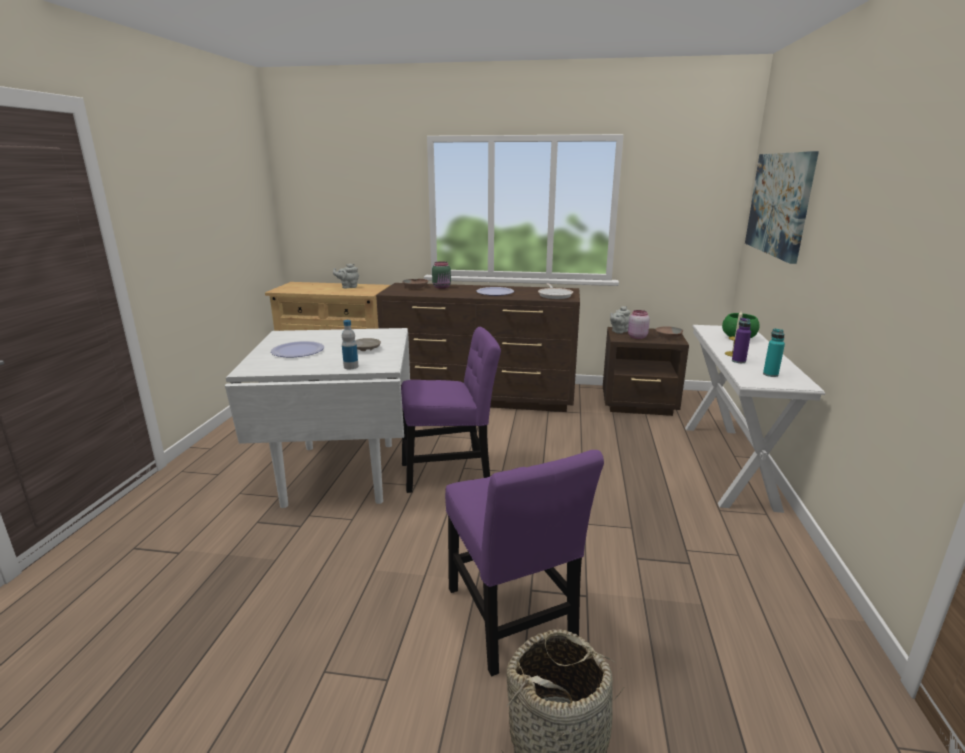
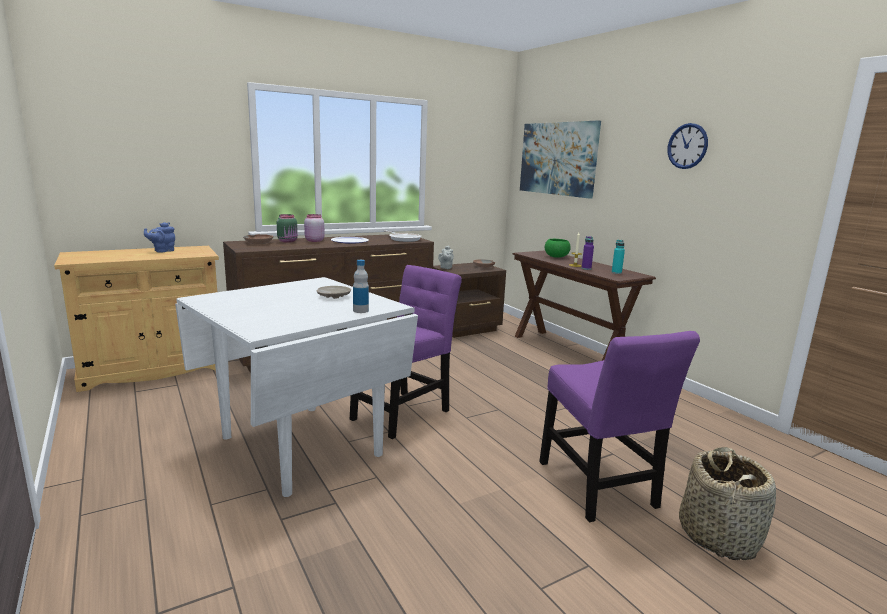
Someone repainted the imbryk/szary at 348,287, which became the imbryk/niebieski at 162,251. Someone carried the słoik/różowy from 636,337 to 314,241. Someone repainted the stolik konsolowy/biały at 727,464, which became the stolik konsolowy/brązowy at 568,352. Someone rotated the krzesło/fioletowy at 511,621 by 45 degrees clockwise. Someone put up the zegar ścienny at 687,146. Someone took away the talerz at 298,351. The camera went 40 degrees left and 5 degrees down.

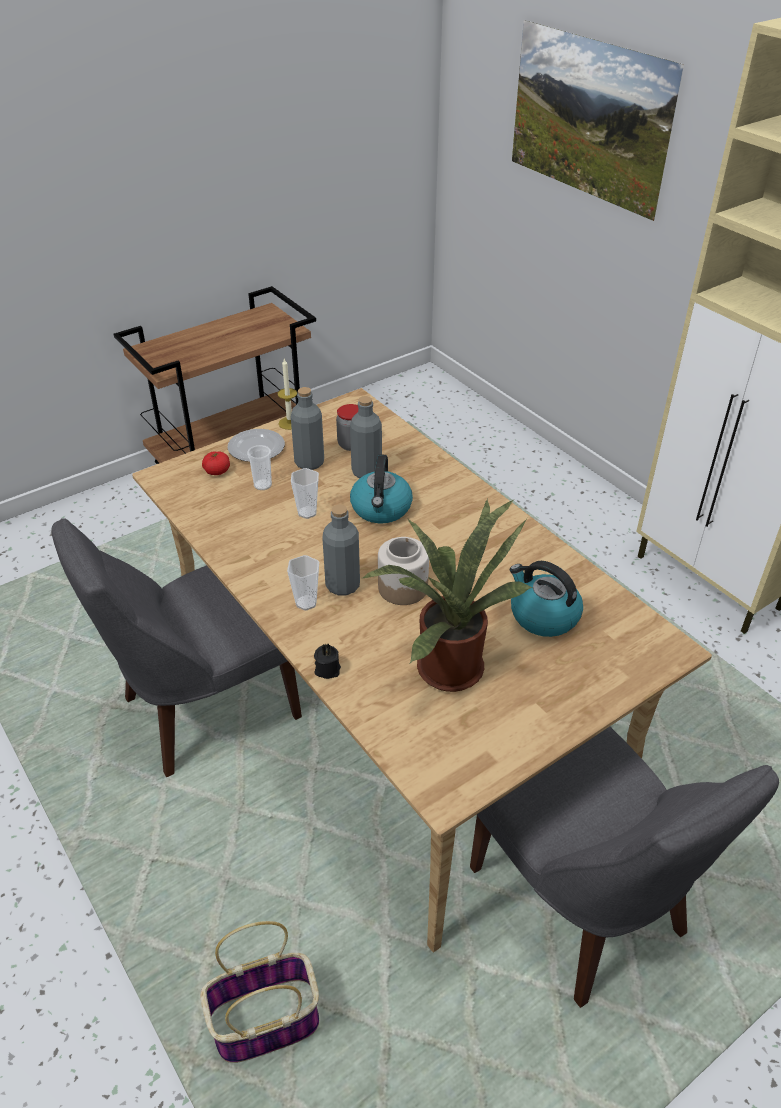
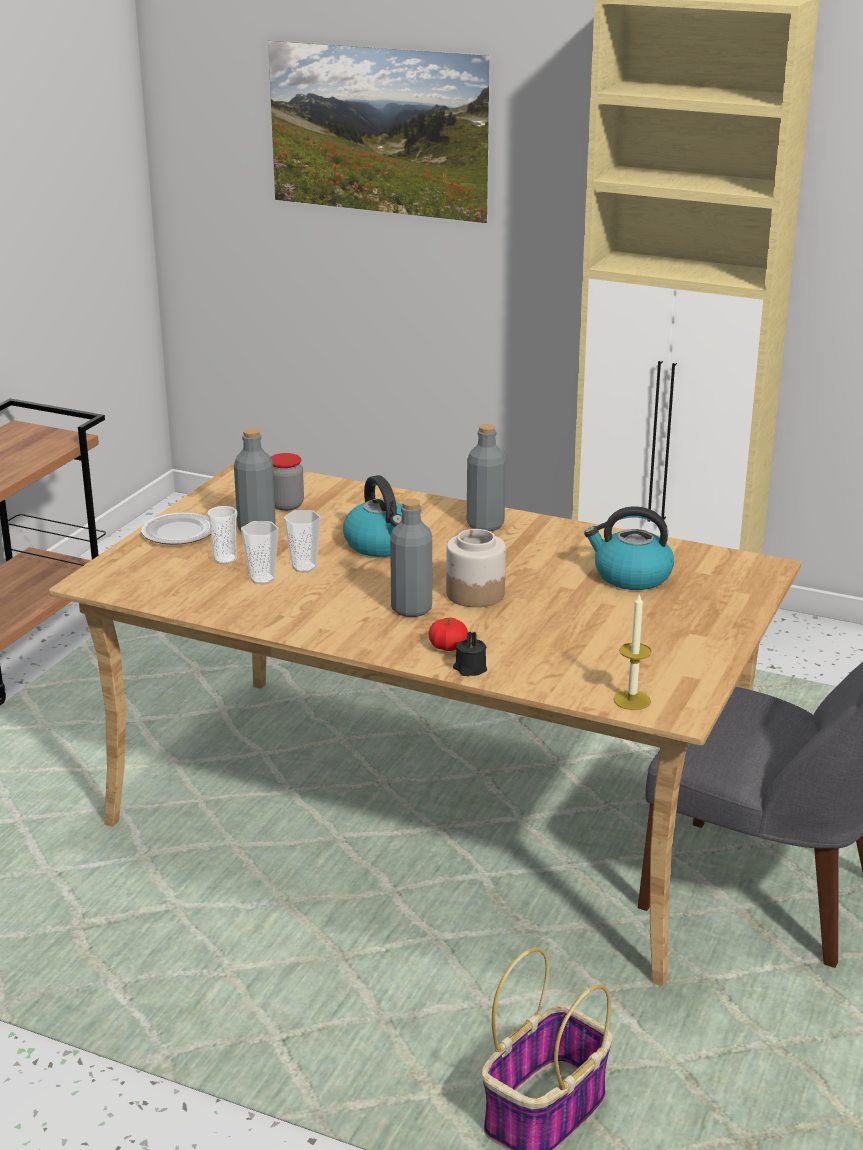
Someone carried the filiżanka from 306,603 to 262,579. Someone carried the pomidor from 217,471 to 448,647. Someone carried the butelka/szary from 366,472 to 485,525. Someone carried the świeca from 289,423 to 632,700. Someone took away the krzesło/szary at 203,710. Someone took away the roślina doniczkowa at 446,664. The camera went 30 degrees left and 15 degrees down.

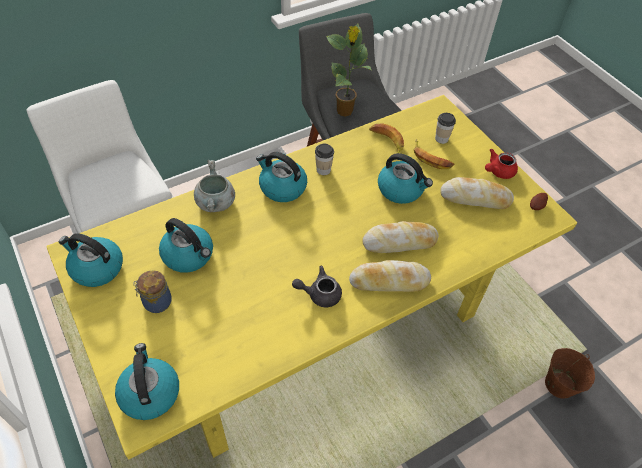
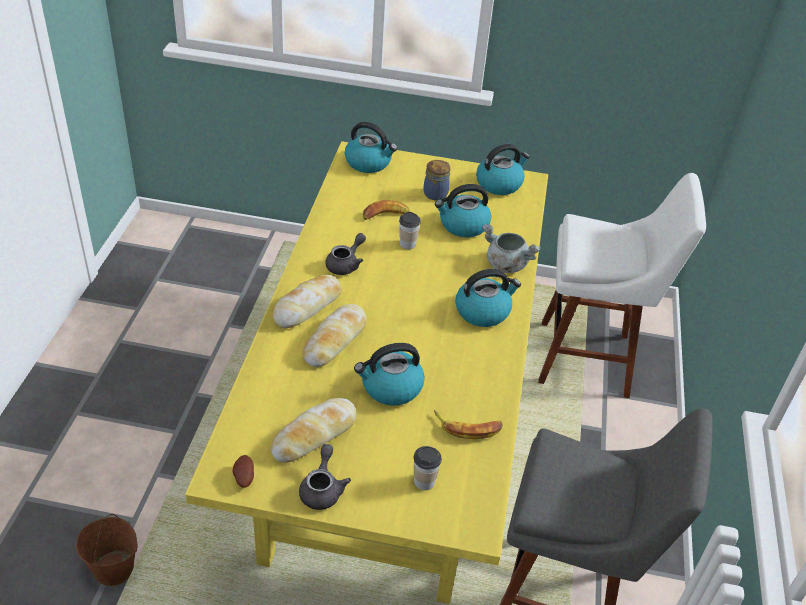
Someone repainted the imbryk/czerwony at 498,171, which became the imbryk/szary at 322,489. Someone carried the banan from 431,158 to 388,217. Someone carried the filiżanka from 323,170 to 407,244. Someone took away the roślina doniczkowa at 345,112. The camera went 130 degrees right and 10 degrees down.

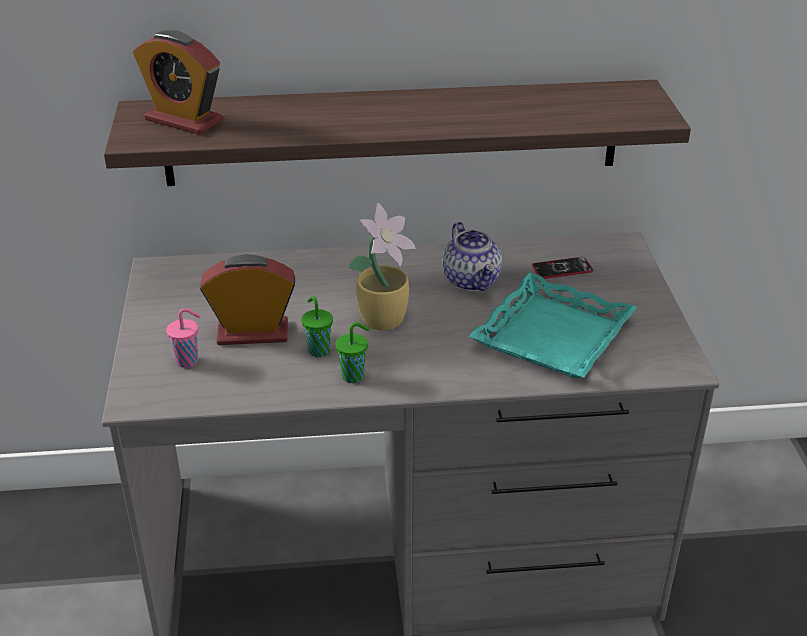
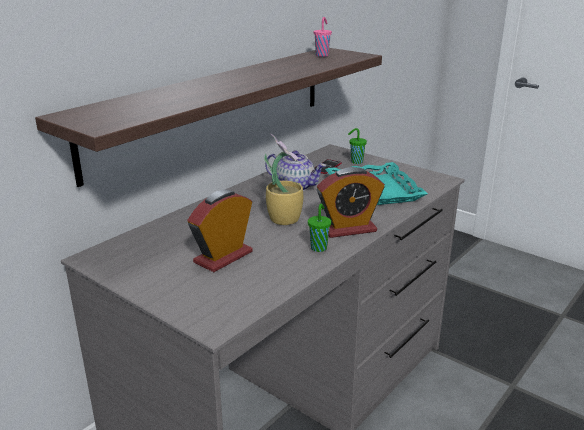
Someone carried the filiżanka/różowy from 188,361 to 322,55. Someone carried the budzik from 184,120 to 348,229. Someone carried the filiżanka/zielony from 318,350 to 356,162. The camera went 45 degrees left and 10 degrees down.

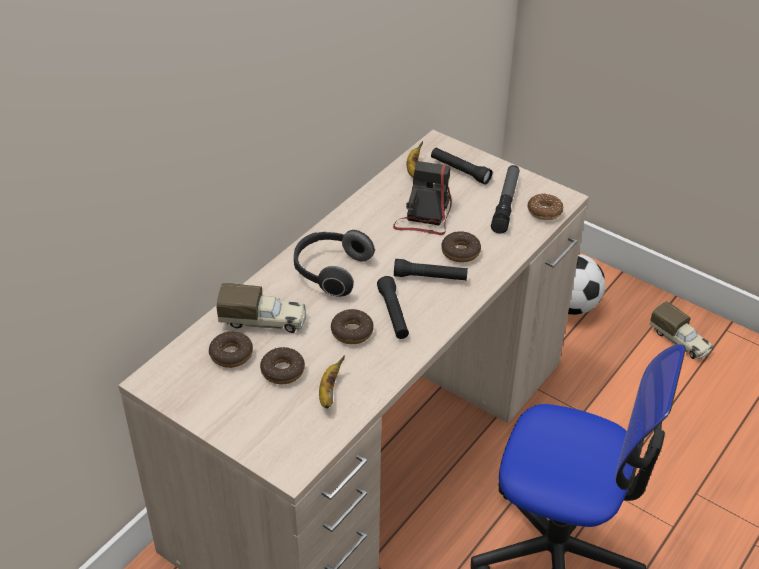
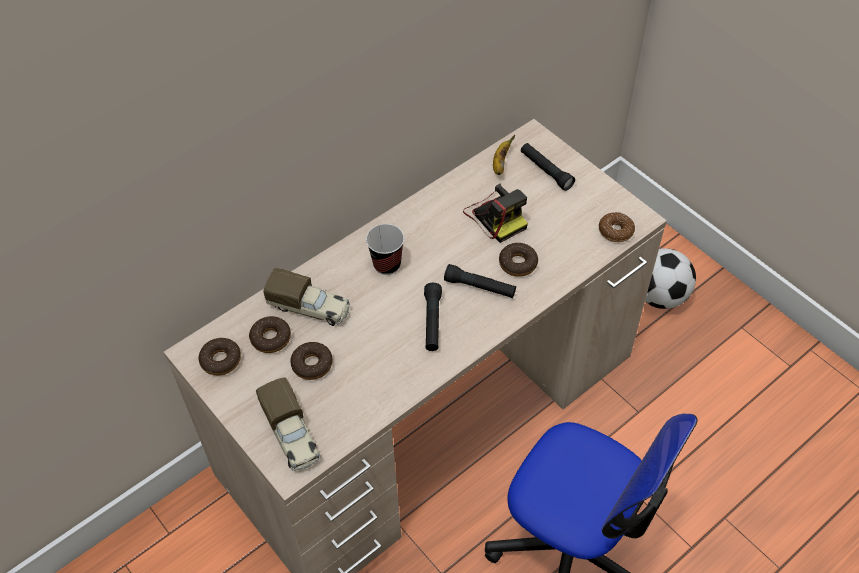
Someone carried the donut from 352,331 to 221,360. Someone carried the ciężarówka zabawkowa from 680,341 to 291,435. Someone swapped the słuchawki at 330,271 for the filiżanka at 387,264. Someone rotated the aparat fotograficzny at 425,215 by 120 degrees clockwise. Someone took away the banan at 329,392. Someone took away the latarka at 506,203. The camera went 15 degrees right and 10 degrees up.

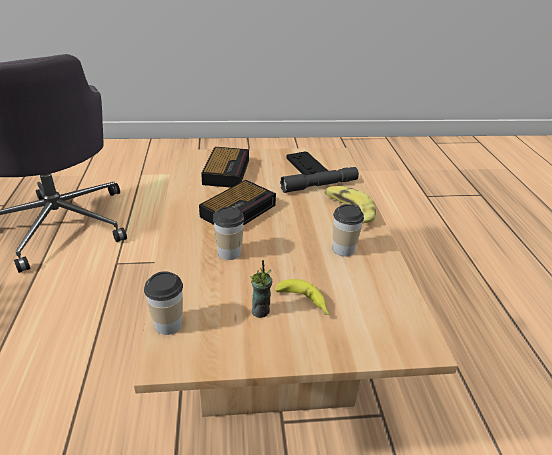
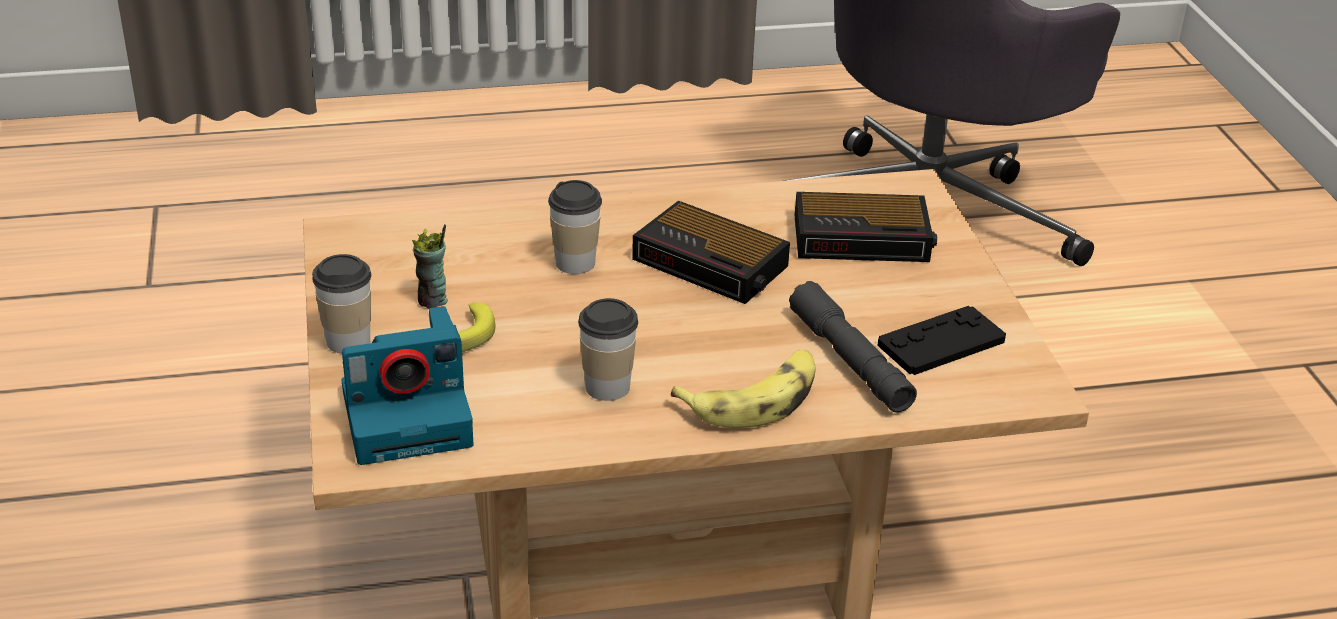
Someone carried the filiżanka from 168,324 to 348,341. Someone put down the aparat fotograficzny at 410,416. The camera went 85 degrees right and 0 degrees up.

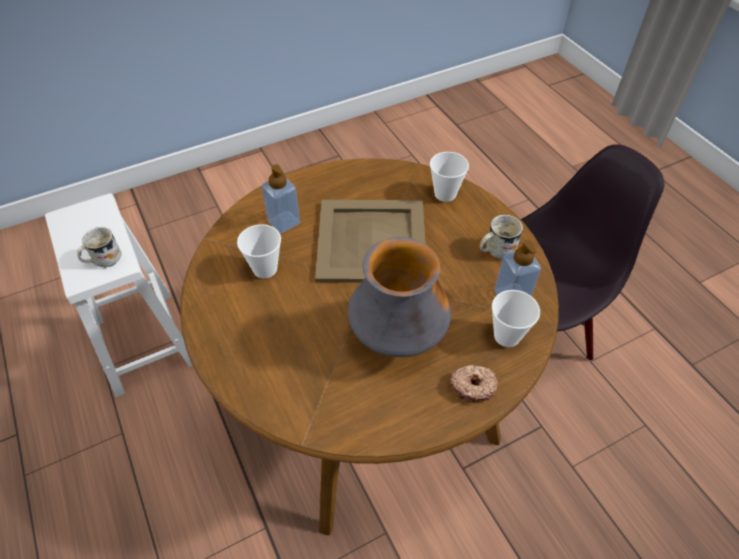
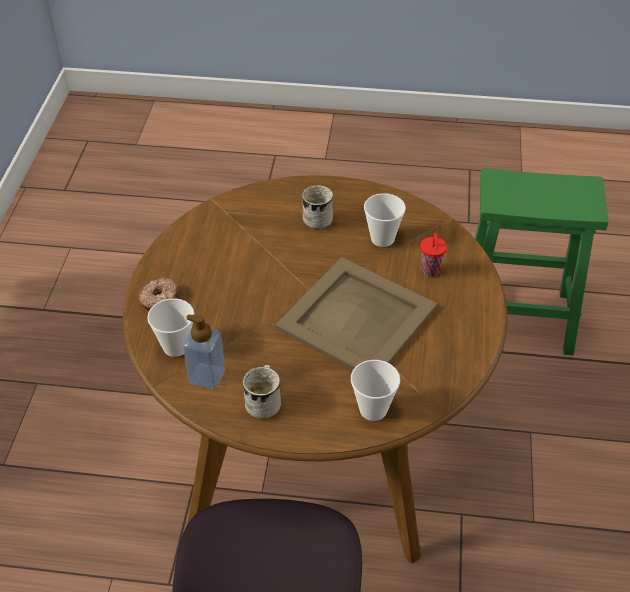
Someone carried the kubek/biały from 103,260 to 318,216. Someone swapped the dozownik mydła at 284,222 for the filiżanka/czerwony at 430,271. Someone repainted the stołek/biały at 145,342, which became the stołek/zielony at 513,318. Someone took away the wazon at 397,338. The camera went 125 degrees right and 5 degrees down.

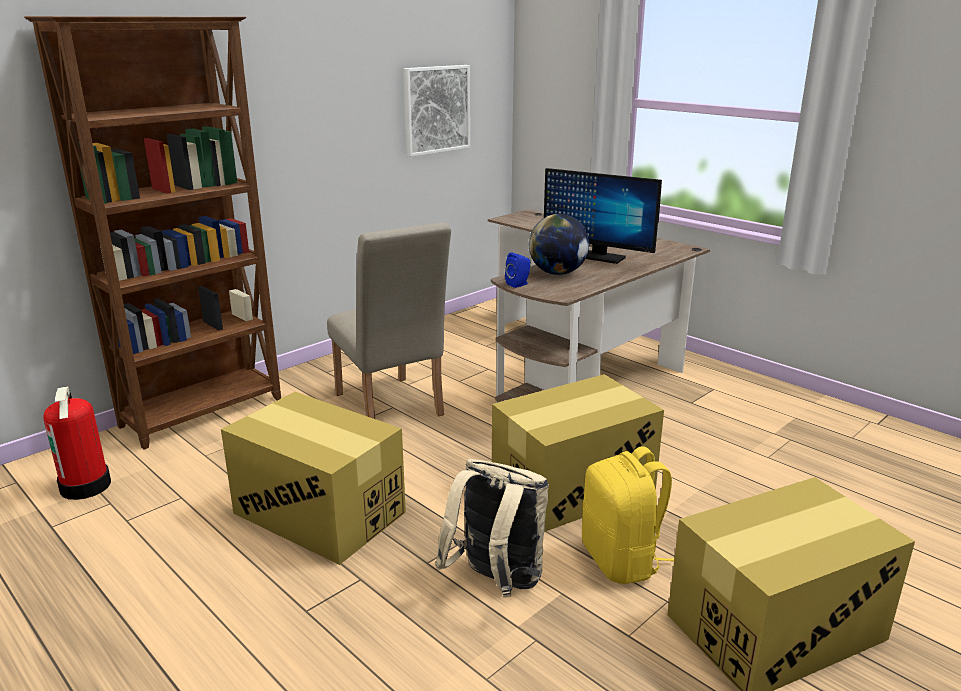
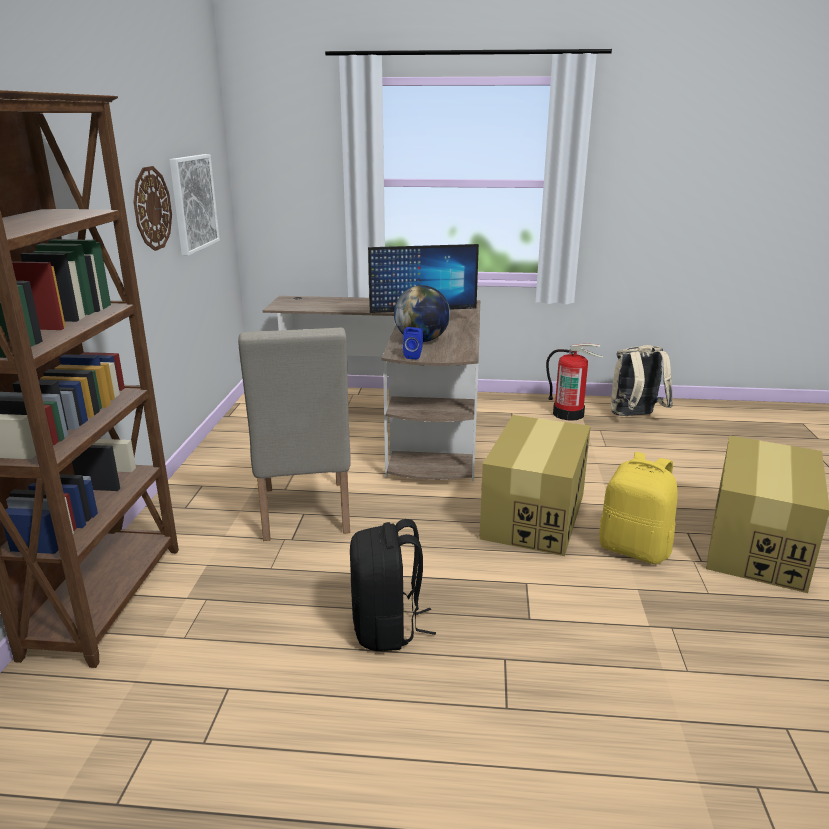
Someone put up the zegar ścienny at 152,208. Someone rotated the krzesło/beżowy at 391,408 by 60 degrees clockwise. Someone swapped the karton at 320,513 for the plecak/czarny at 387,628. Someone carried the gaśnica from 86,486 to 568,414. Someone carried the plecak/beżowy from 496,582 to 635,416. The camera went 40 degrees left and 0 degrees up.

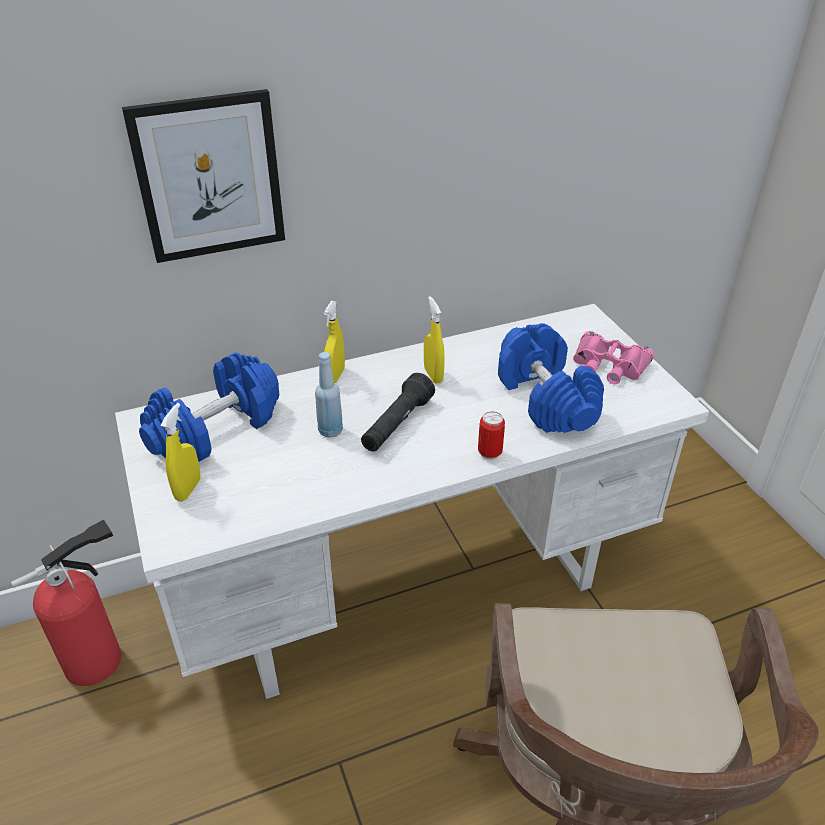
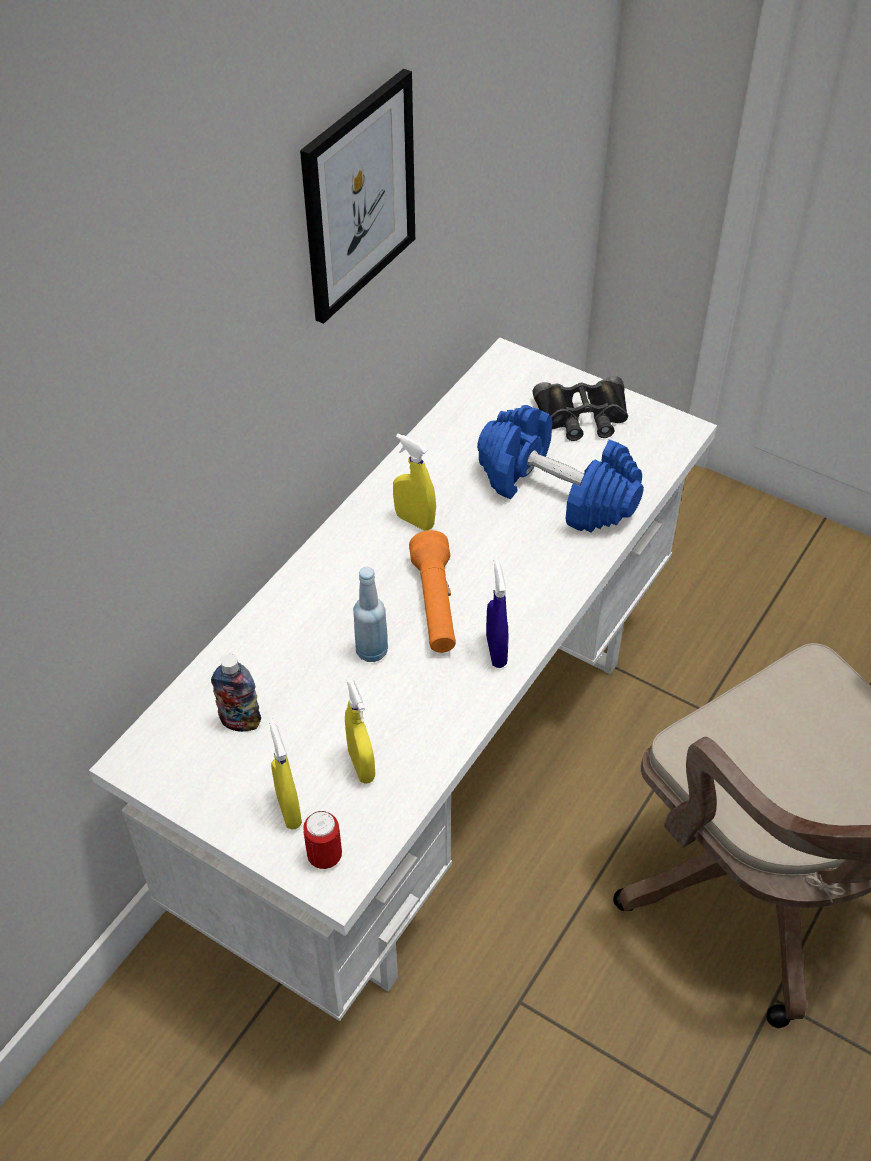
Someone swapped the hantel/niebieski at 216,429 for the butelka at 240,722. Someone carried the obraz from 209,177 to 358,197. Someone carried the puszka from 489,453 to 325,857. Someone carried the spryskiwacz/żółty from 335,376 to 361,765. Someone repainted the latarka/czarny at 397,425, which became the latarka/pomarańczowy at 435,605. Someone put down the spryskiwacz/niebieski at 496,651. Someone repainted the lornetka/różowy at 608,366, which became the lornetka/czarny at 582,416. Someone took away the gaśnica at 99,658. The camera went 35 degrees left and 10 degrees up.

